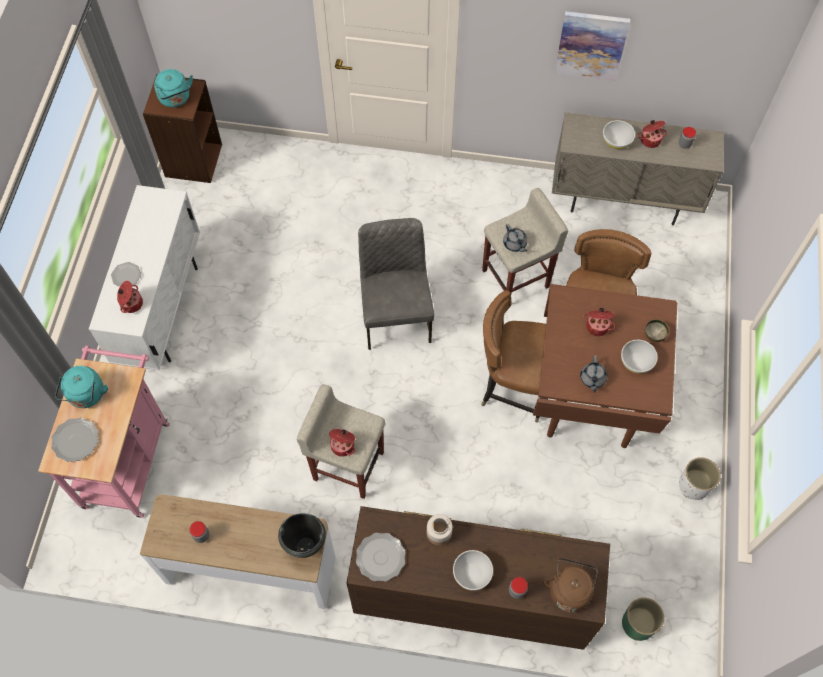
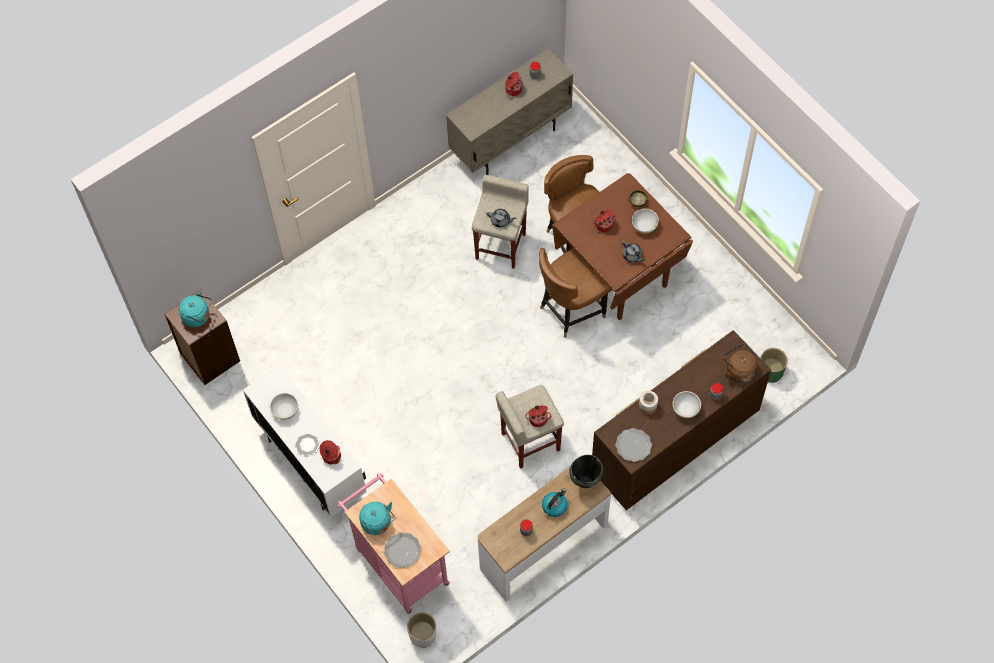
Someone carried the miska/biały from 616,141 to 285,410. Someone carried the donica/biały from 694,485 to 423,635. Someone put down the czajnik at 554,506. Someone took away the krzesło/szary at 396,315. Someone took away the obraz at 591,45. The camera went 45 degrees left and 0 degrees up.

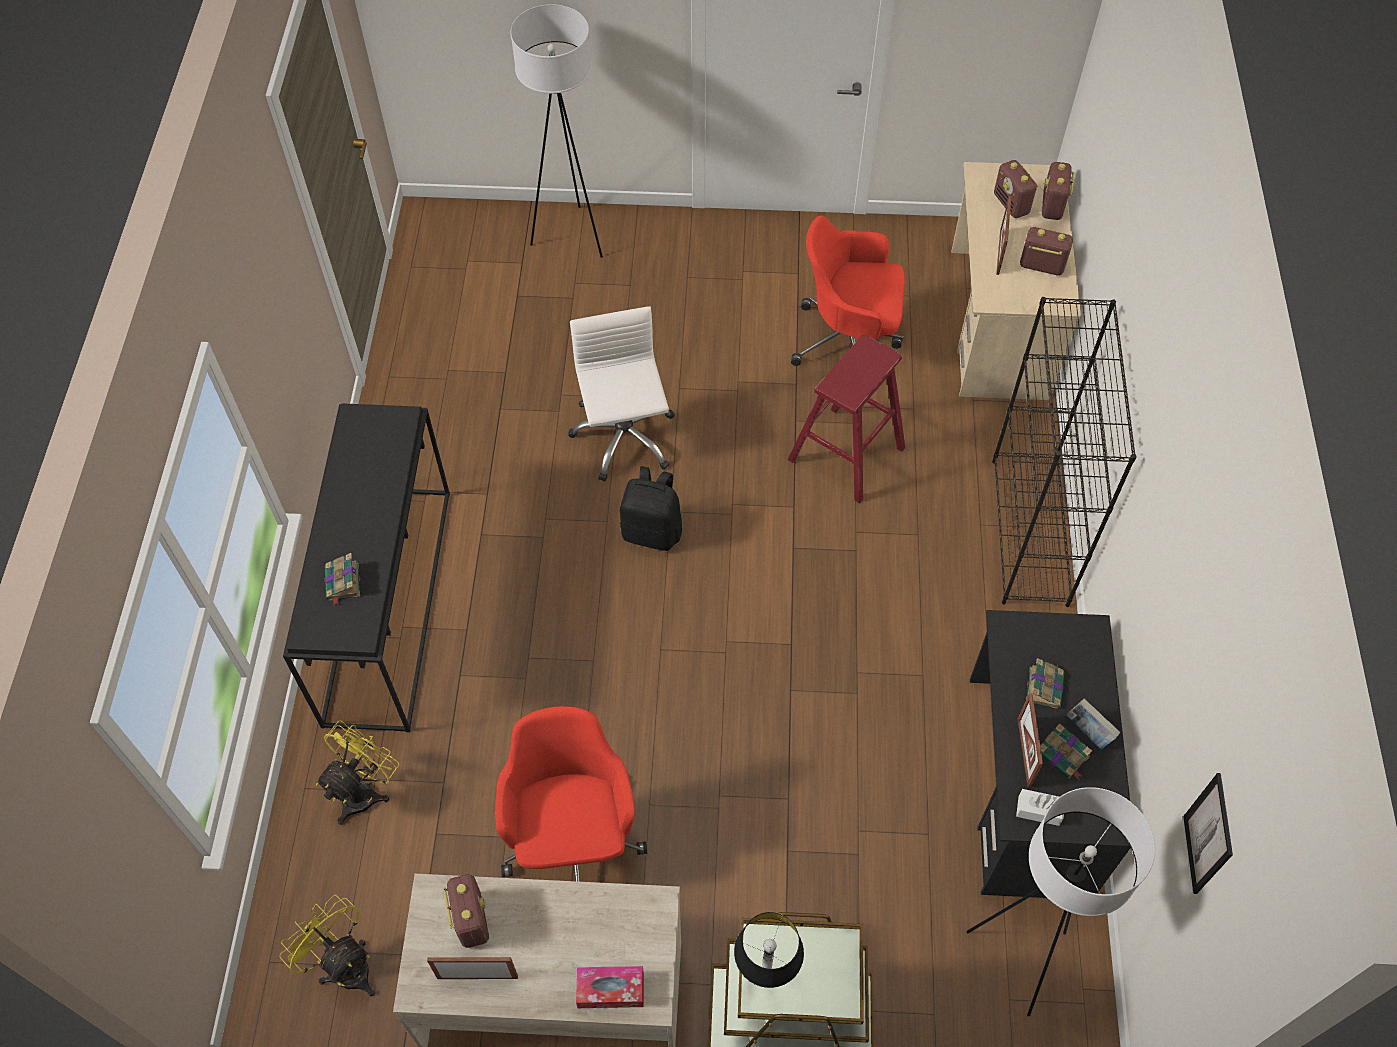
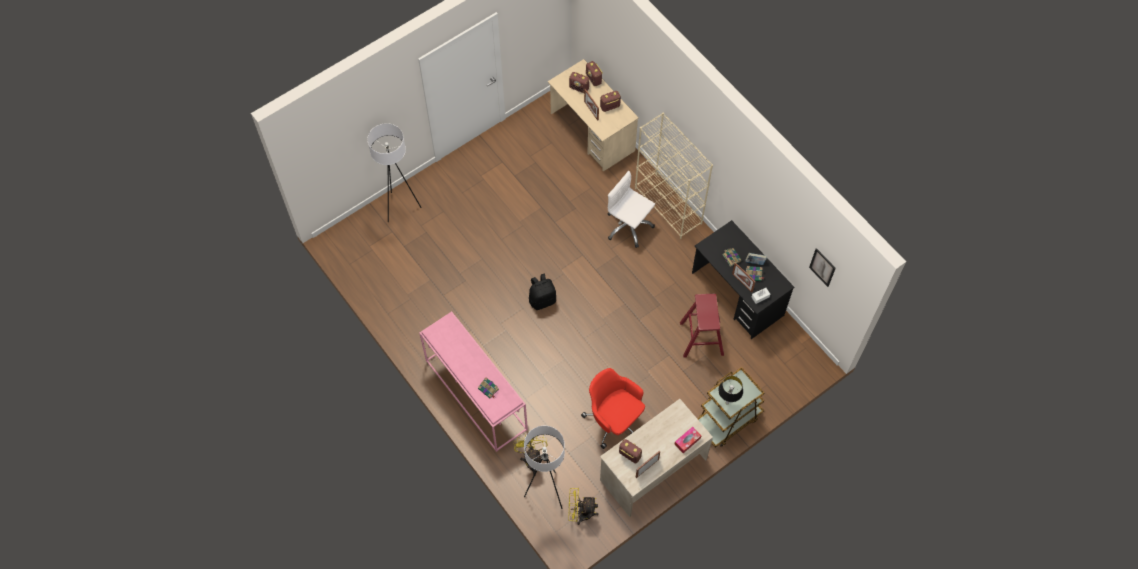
Someone repainted the stolik konsolowy/czarny at 387,603, which became the stolik konsolowy/różowy at 475,394. Someone carried the lampa stojąca/biały from 1018,958 to 546,492. Someone carried the krzesło biurowe/biały from 624,438 to 628,226. Someone repainted the regał/czarny at 1030,532, which became the regał/beżowy at 668,206. Someone carried the stołek/czerwony from 846,453 to 701,338. Someone took away the krzesło biurowe/czerwony at 848,341. The camera went 40 degrees left and 5 degrees up.

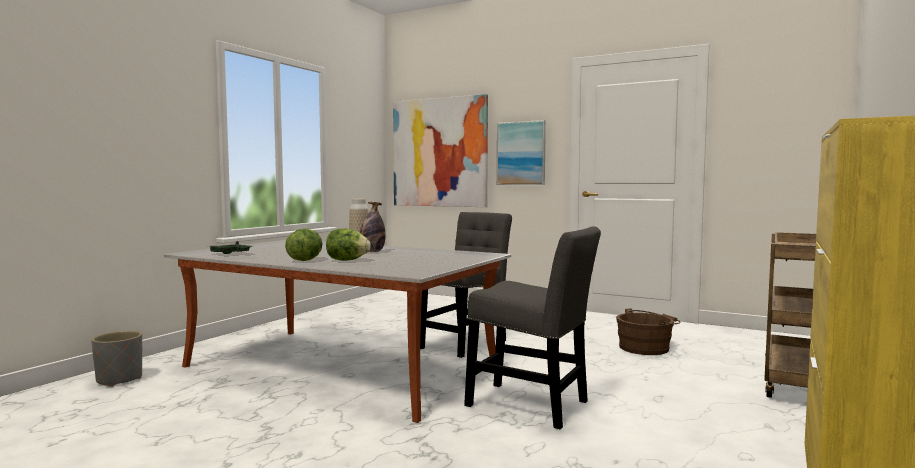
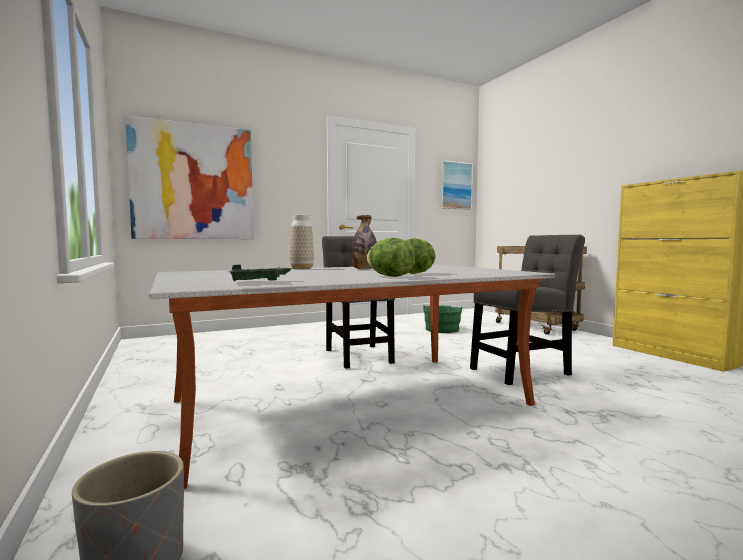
Someone repainted the wiadro/brązowy at 646,348, which became the wiadro/zielony at 442,329. Someone carried the obraz from 521,153 to 455,185. The camera went 55 degrees left and 0 degrees up.

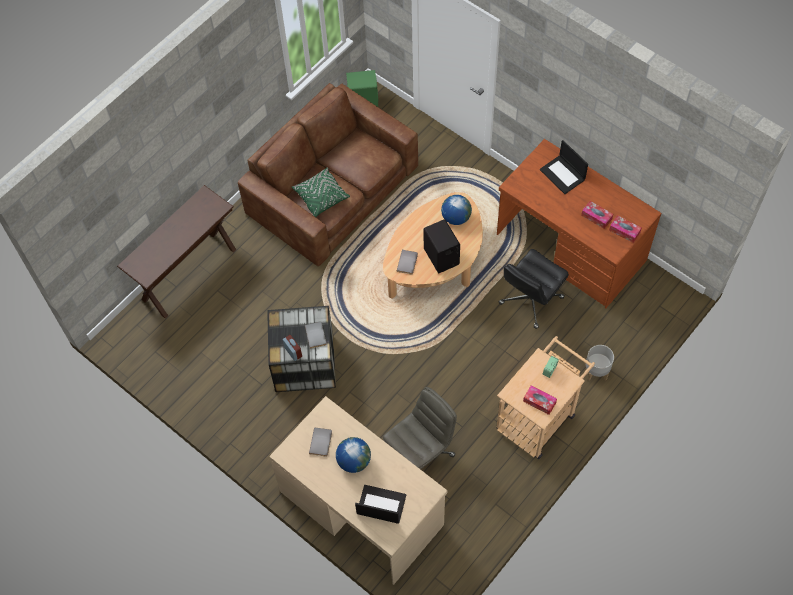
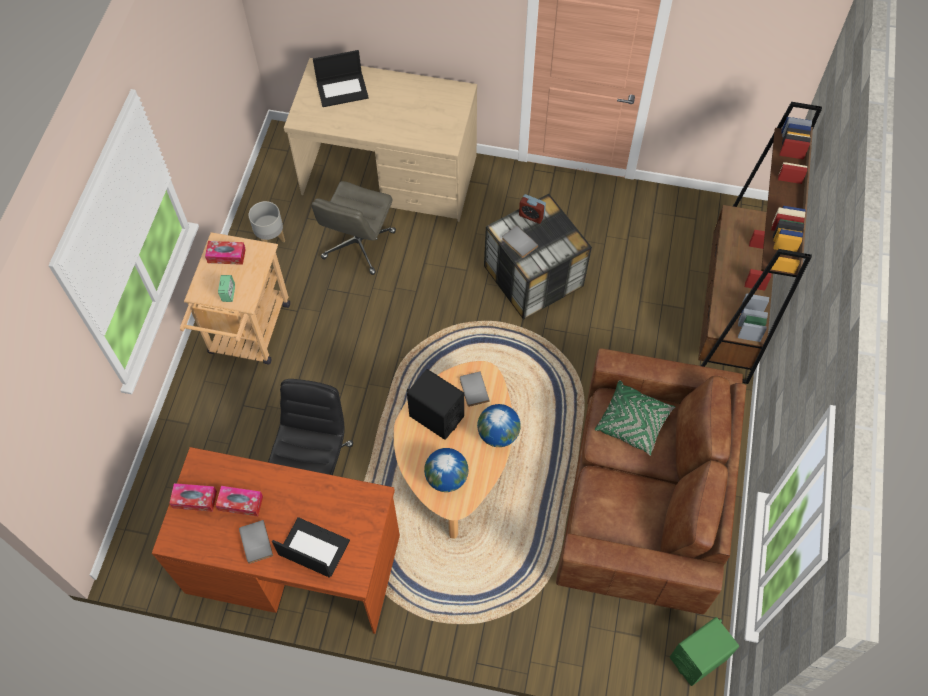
Someone carried the książka/szary from 321,442 to 254,543. Someone carried the donica/szary from 596,371 to 271,237. Someone carried the globus from 354,461 to 498,434. Someone swapped the stolik konsolowy/brązowy at 189,274 for the regał/brązowy at 729,311. The camera went 150 degrees right and 0 degrees up.

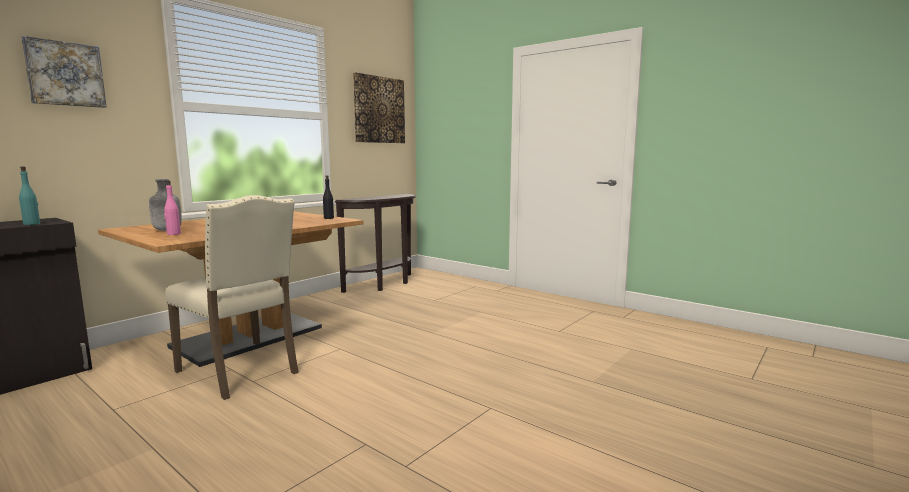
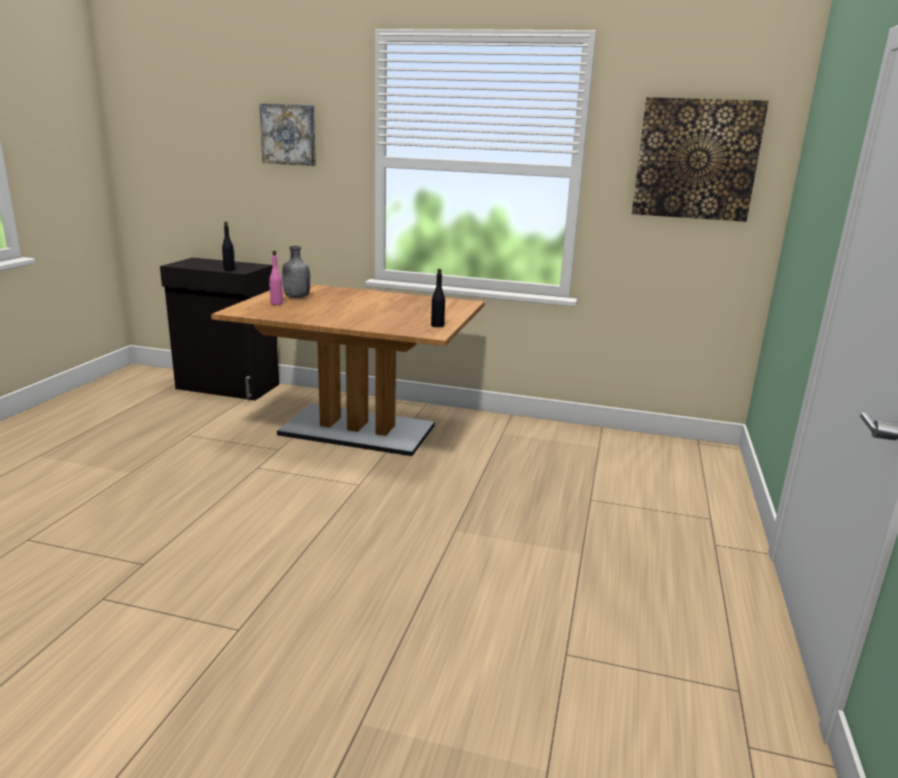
Someone repainted the butelka/turkusowy at 32,224, which became the butelka/czarny at 229,269. Someone took away the krzesło/beżowy at 241,371. Someone took away the stolik konsolowy/brązowy at 385,284. The camera went 65 degrees right and 10 degrees up.

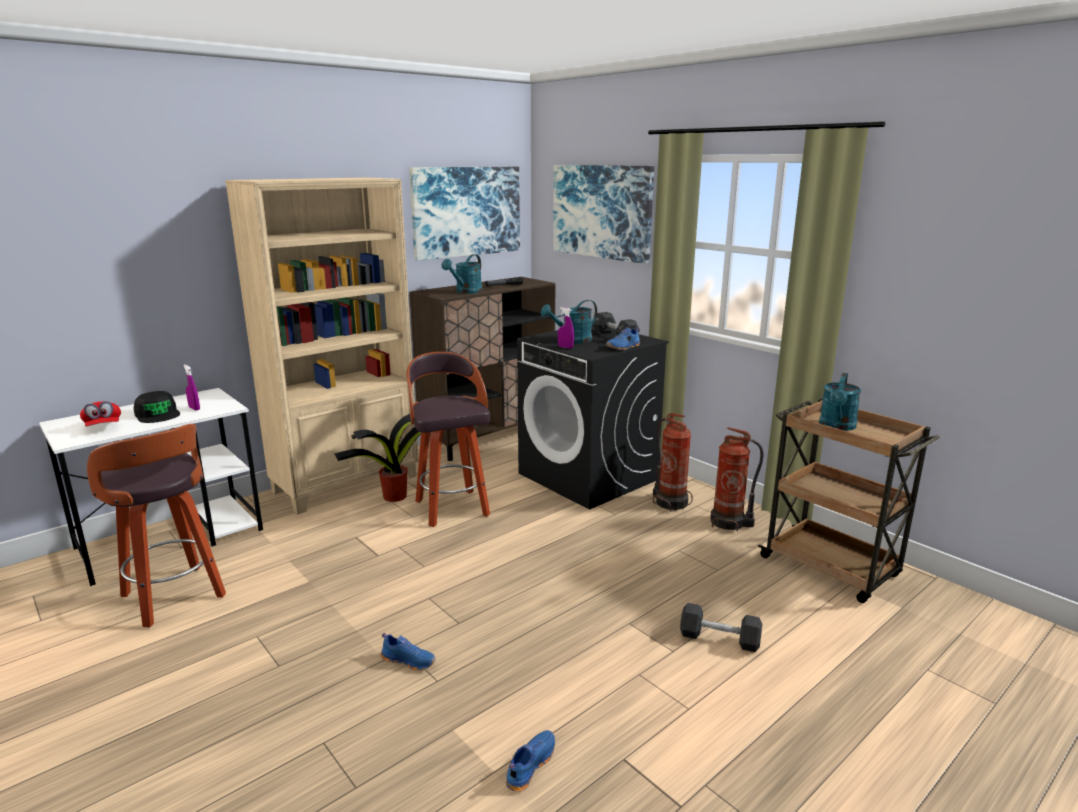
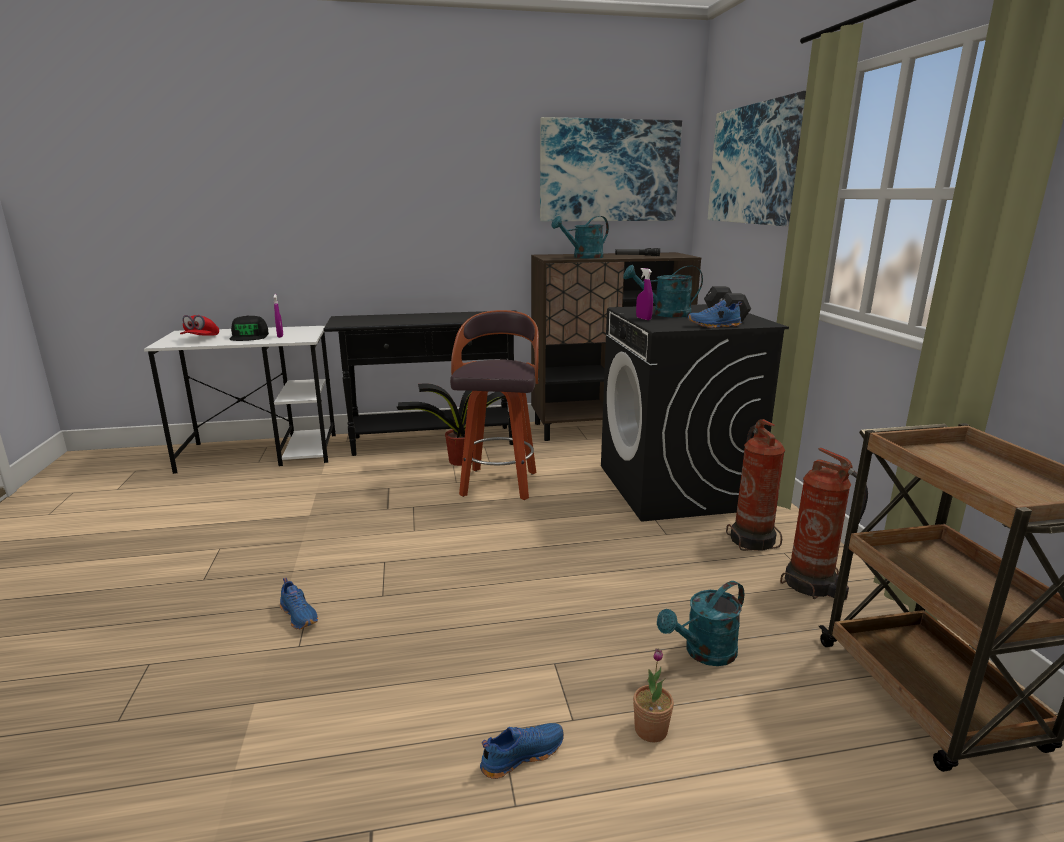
Someone swapped the regał/beżowy at 347,484 for the stolik konsolowy/czarny at 434,441. Someone carried the but/niebieski from 529,765 to 521,755. Someone swapped the hantel/czarny at 719,639 for the roślina doniczkowa at 651,730. Someone carried the konewka/turkusowy from 837,426 to 704,653. Someone took away the stołek at 175,597. The camera went 30 degrees right and 0 degrees up.

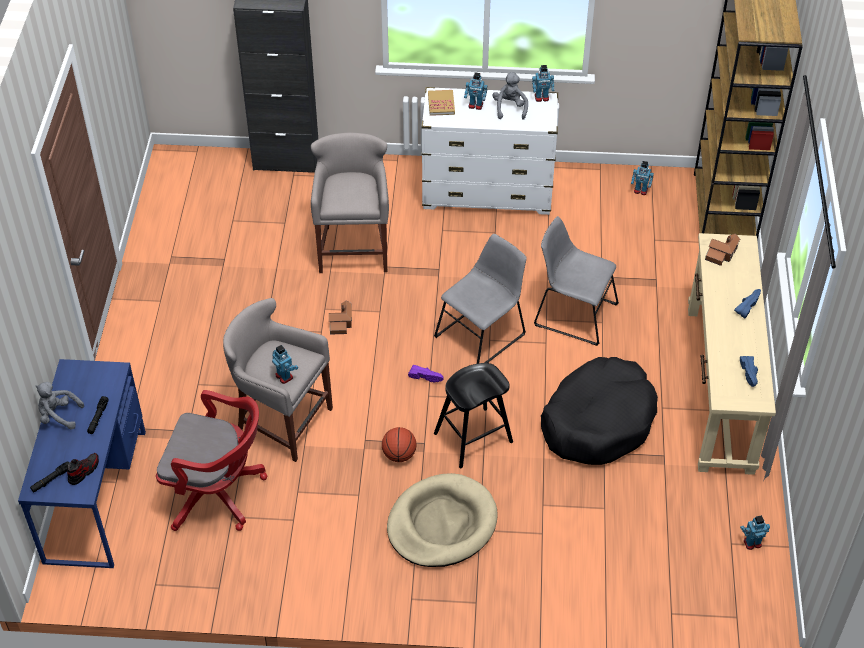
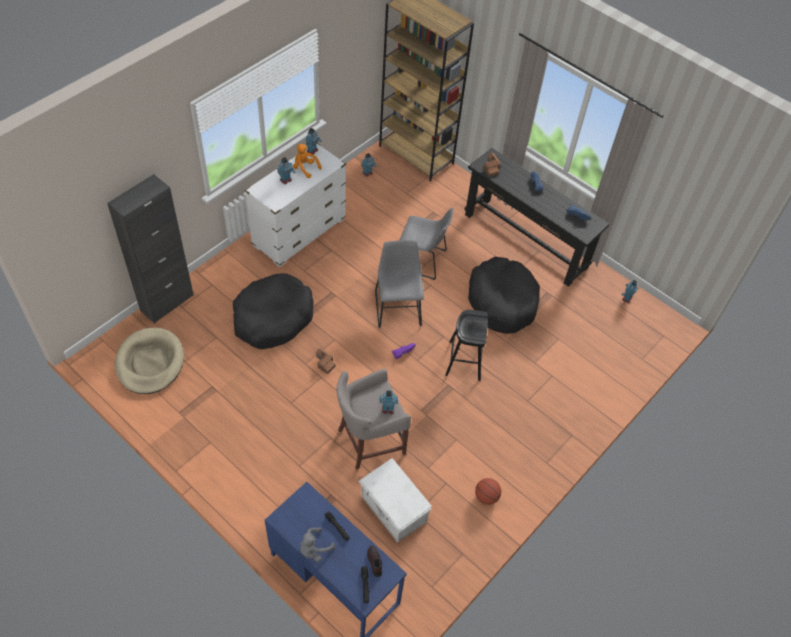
Someone carried the legowisko/beżowy from 441,524 to 150,363. Someone swapped the stołek/szary at 353,247 for the legowisko/czarny at 273,318. Someone repainted the pluszak/szary at 510,108, which became the pluszak/pomarańczowy at 305,168. Someone swapped the krzesło biurowe/czerwony at 217,493 for the pojemnik do przechowywania/biały at 393,509. Someone rotated the krzesło/szary at 572,313 by 135 degrees counterclockwise. Someone repainted the stolik konsolowy/beżowy at 719,388, which became the stolik konsolowy/czarny at 525,240. Someone carried the piłka do koszykówki from 399,455 to 486,496. Someone took away the książka at 441,104. The camera went 55 degrees left and 5 degrees up.

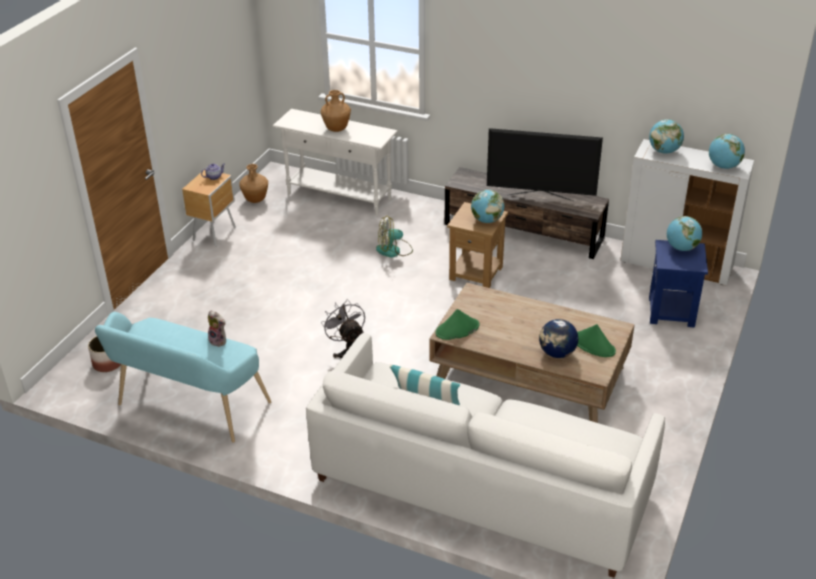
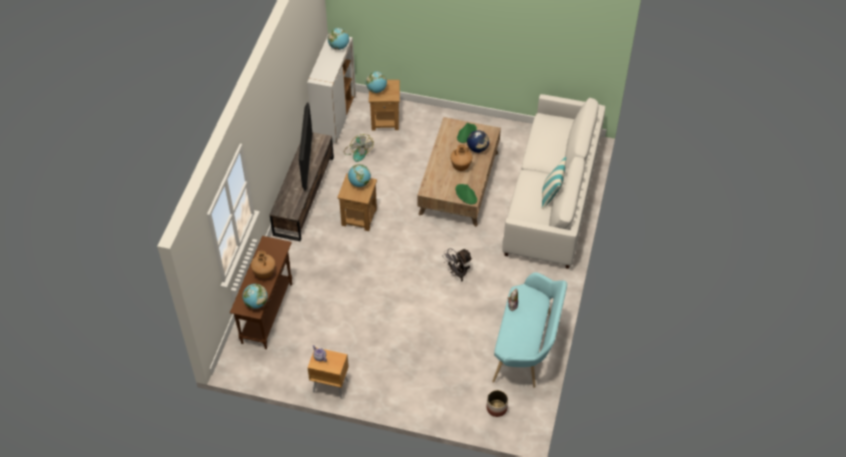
Someone repainted the stolik konsolowy/biały at 339,197, which became the stolik konsolowy/brązowy at 267,313. Someone carried the globus from 664,151 to 256,303. Someone carried the wentylator from 394,250 to 358,152. Someone repainted the stolik/niebieski at 671,312, which became the stolik/brązowy at 385,120. Someone carried the wazon/brązowy from 255,200 to 461,167. The camera went 100 degrees left and 15 degrees up.

